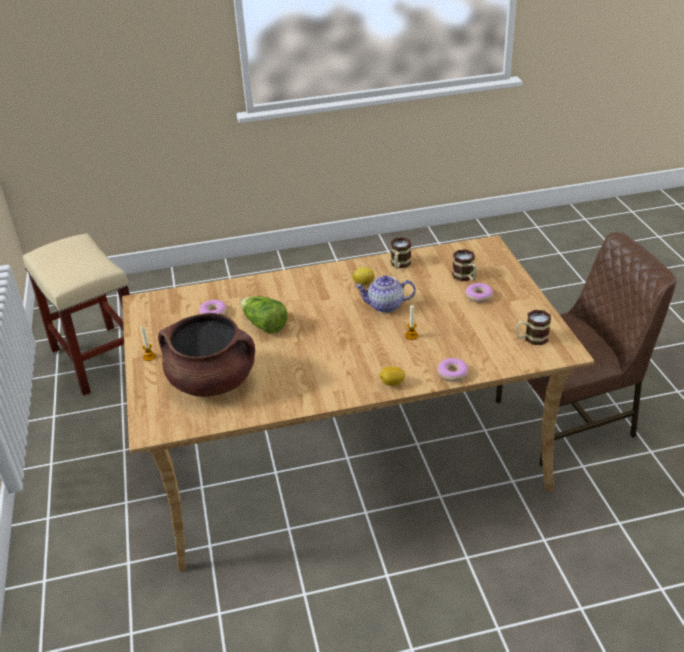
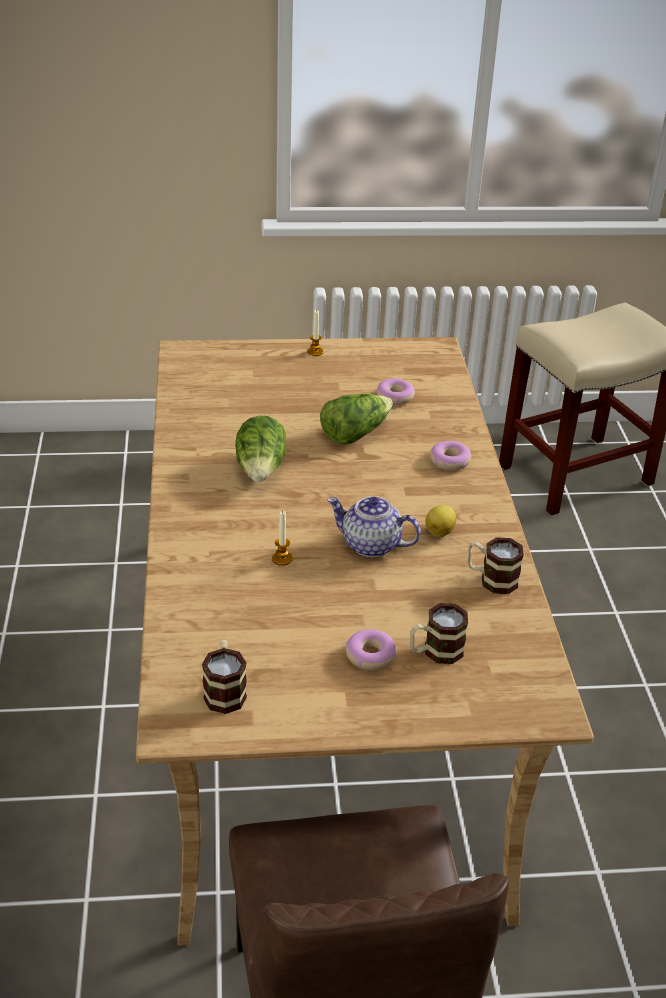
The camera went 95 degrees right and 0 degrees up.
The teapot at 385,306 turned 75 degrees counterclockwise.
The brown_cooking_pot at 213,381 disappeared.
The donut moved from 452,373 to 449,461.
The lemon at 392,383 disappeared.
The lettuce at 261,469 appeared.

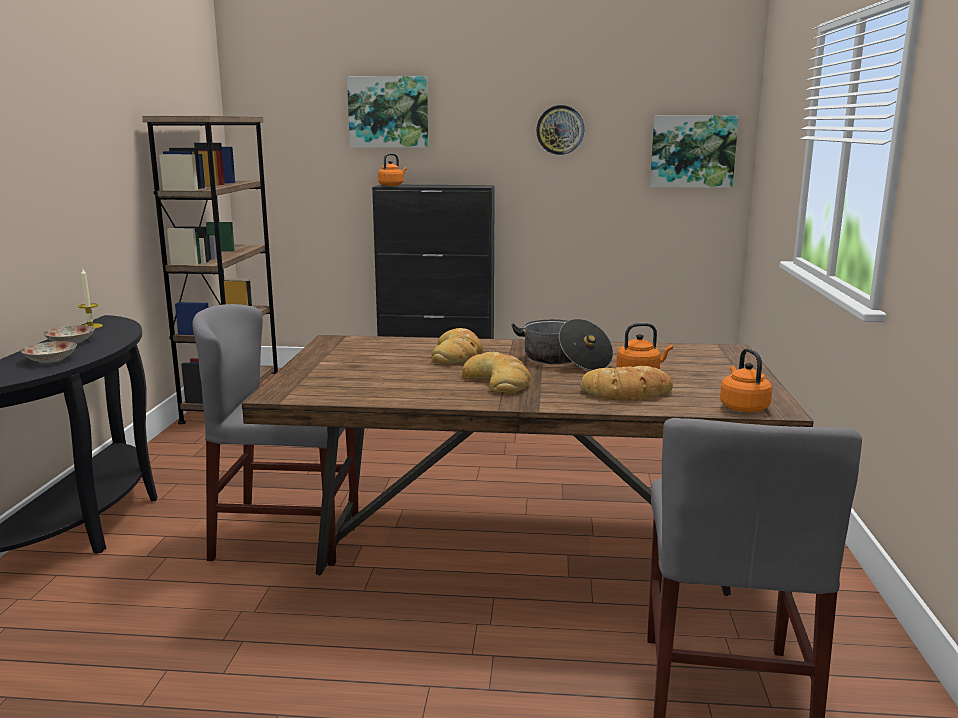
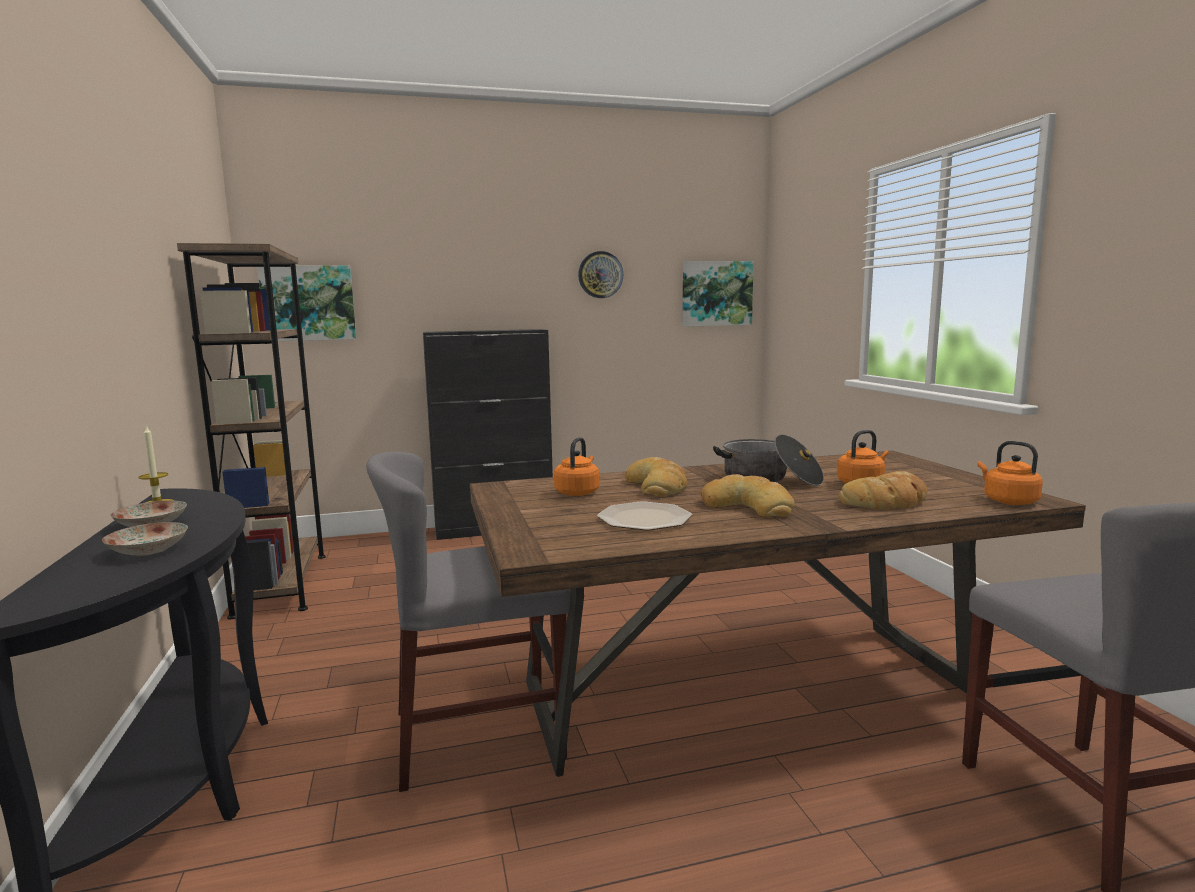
The camera went 20 degrees left and 5 degrees down.
The picture moved from 388,112 to 308,303.
The orange_kettle moved from 392,185 to 578,492.
The plate at 644,518 appeared.

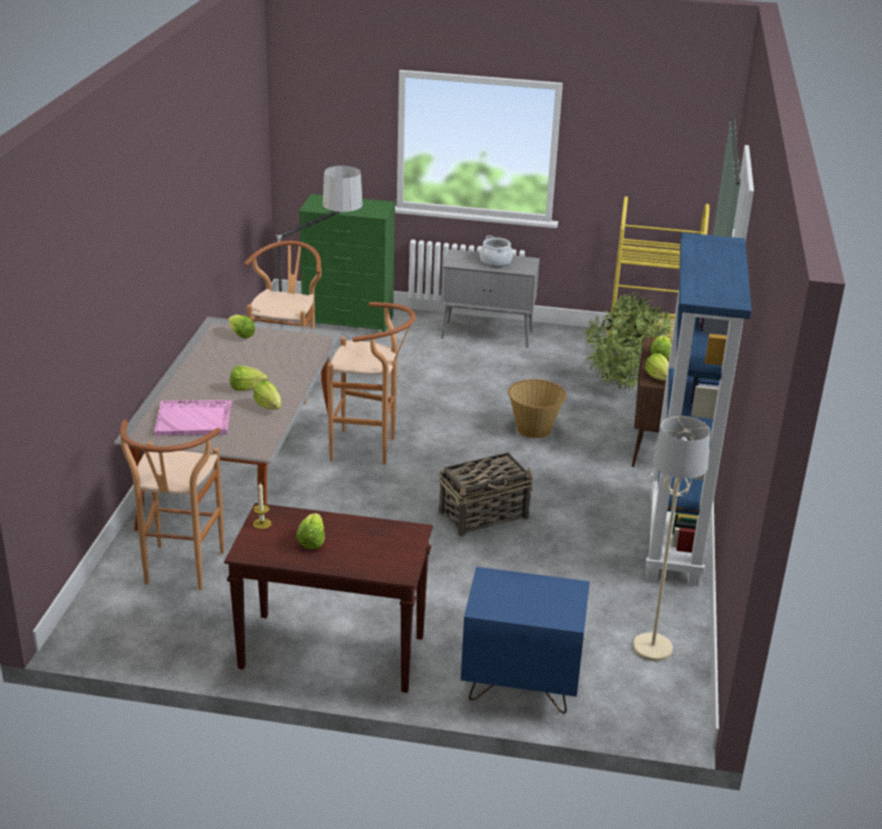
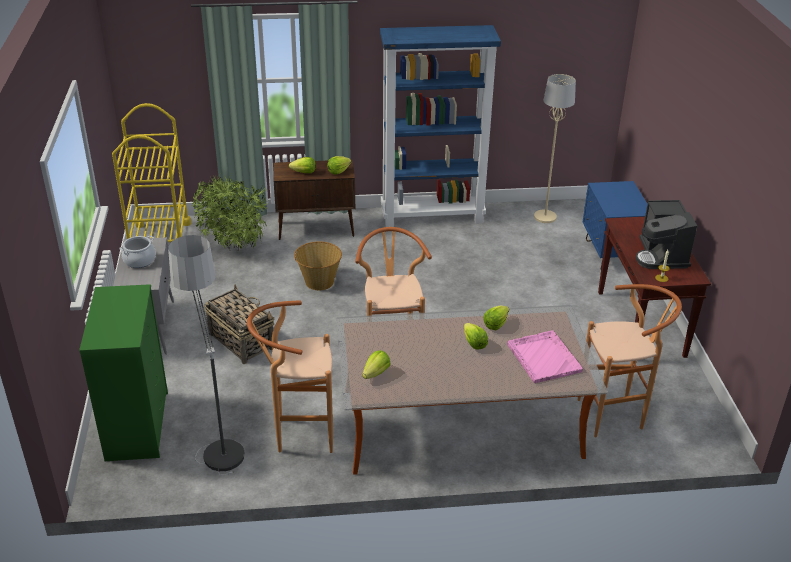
The camera went 105 degrees left and 5 degrees up.
The basket moved from 484,514 to 241,341.
The lettuce at 312,541 was replaced by the coffee_machine at 661,255.

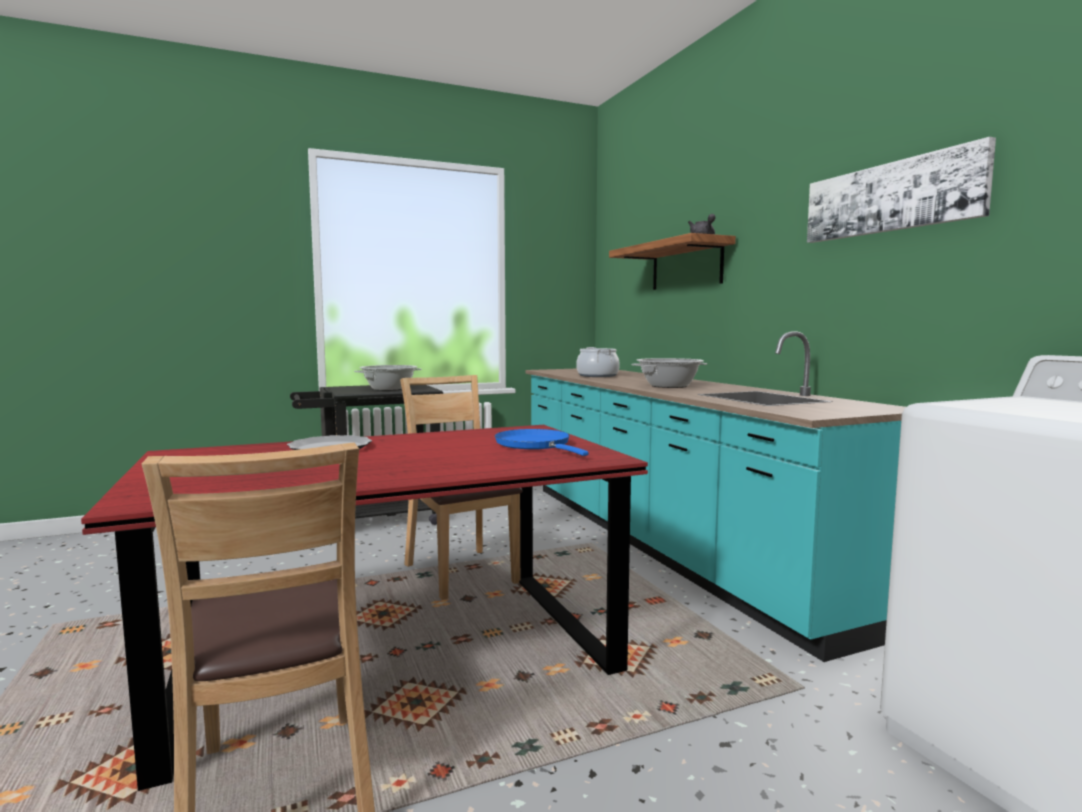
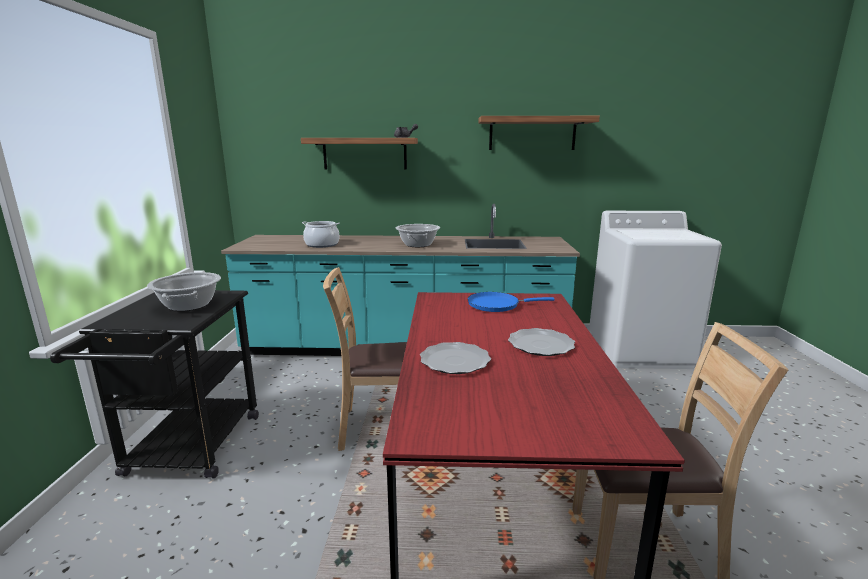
The camera went 65 degrees left and 10 degrees up.
The picture at 891,198 was replaced by the shelf at 532,134.
The plate at 540,344 appeared.

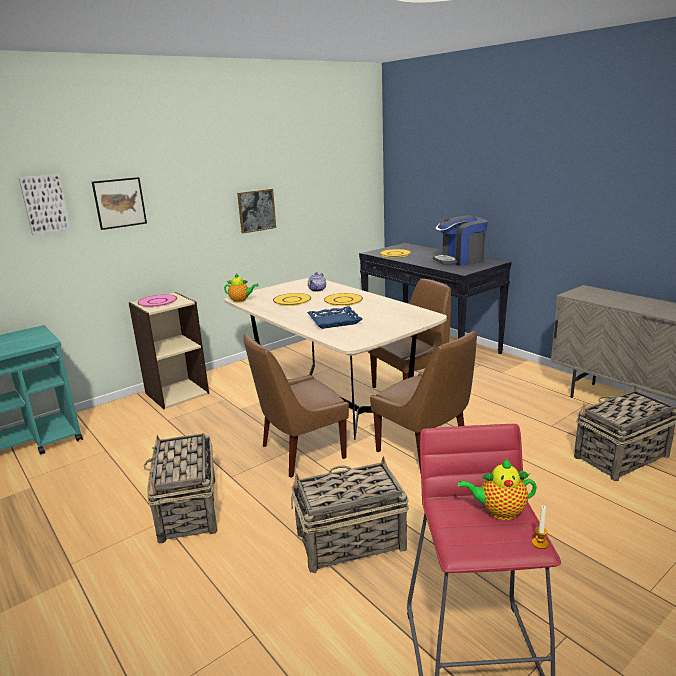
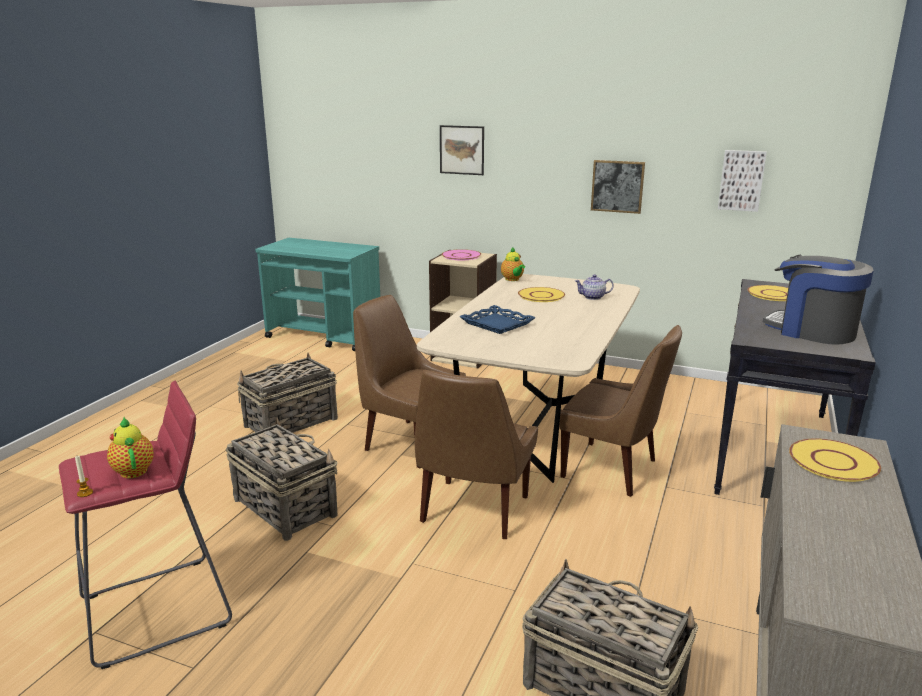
The camera went 60 degrees right and 0 degrees up.
The picture moved from 44,204 to 741,180.
The yellow_plate moved from 343,300 to 834,462.

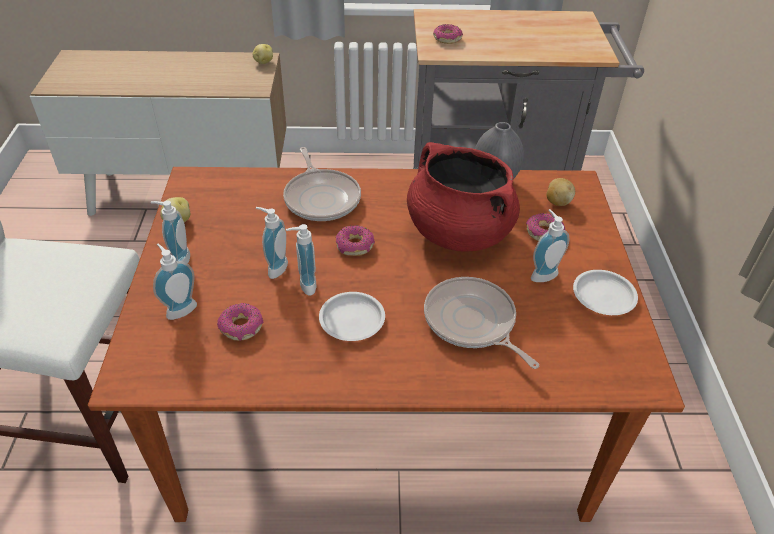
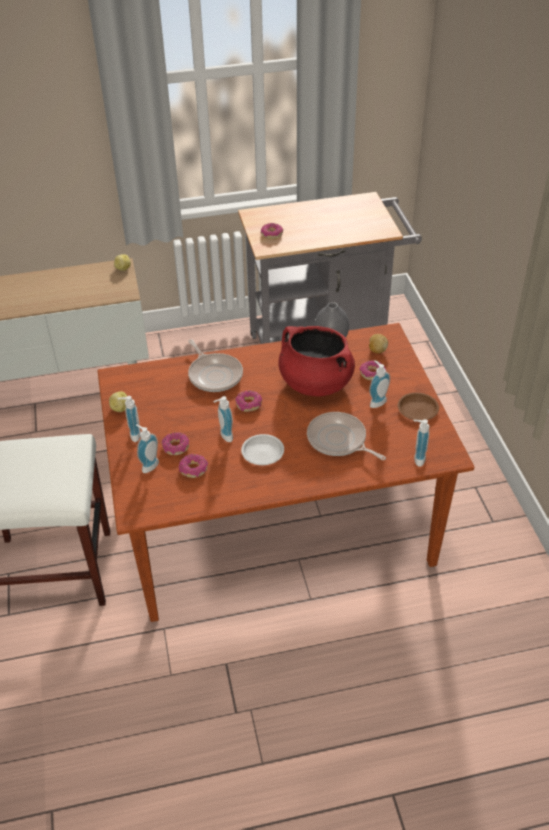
The camera went 10 degrees left and 0 degrees up.
The soap_dispenser moved from 274,267 to 417,458.
The white_plate at 603,295 became the brown_plate at 417,409.
The donut at 175,447 appeared.

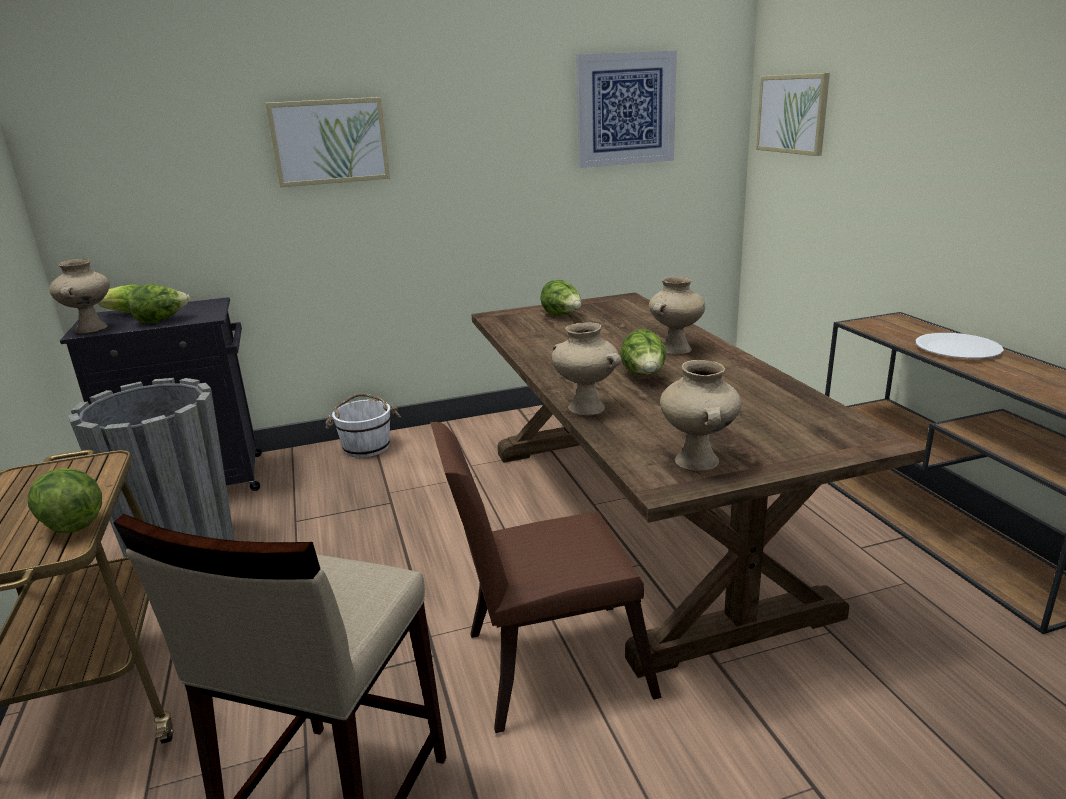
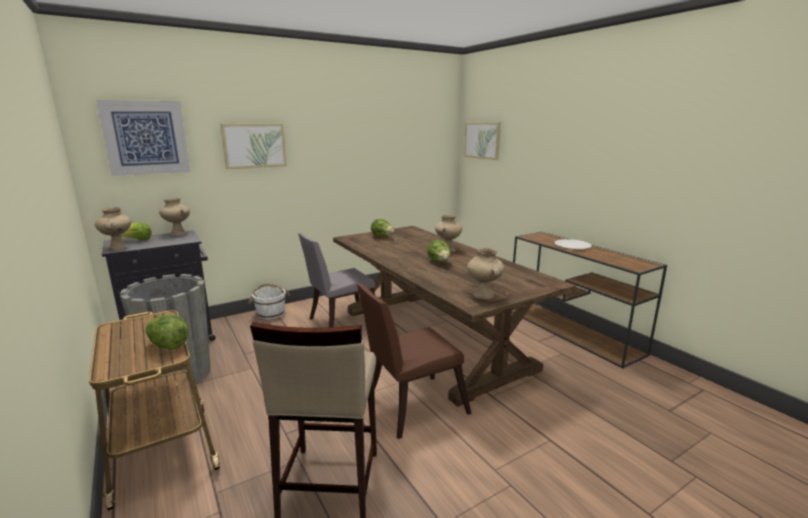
The camera went 15 degrees left and 5 degrees down.
The picture moved from 626,109 to 146,138.
The lettuce at 161,321 disappeared.
The beige_vase moved from 585,408 to 177,234.
The grey_chair at 340,322 appeared.

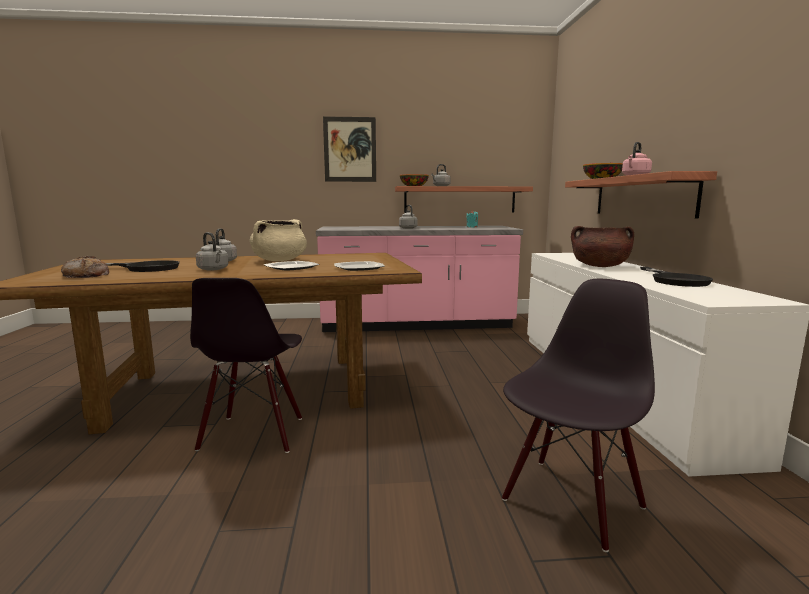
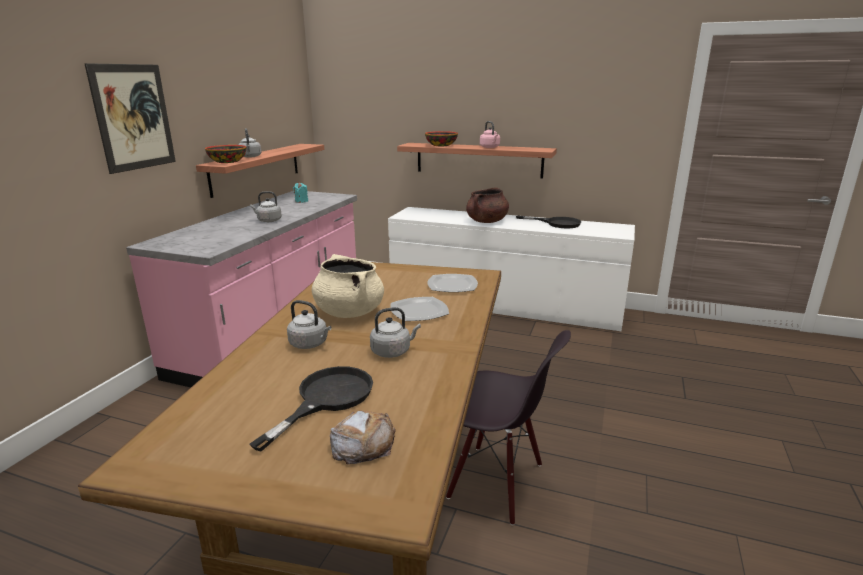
The camera went 65 degrees left and 10 degrees up.
The black_chair at 571,501 disappeared.

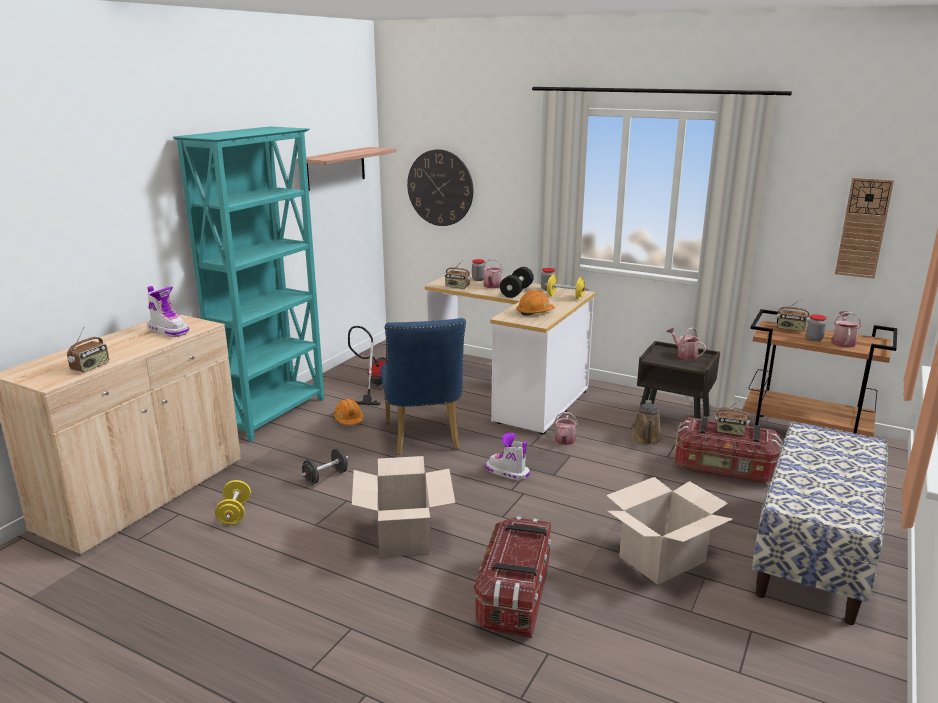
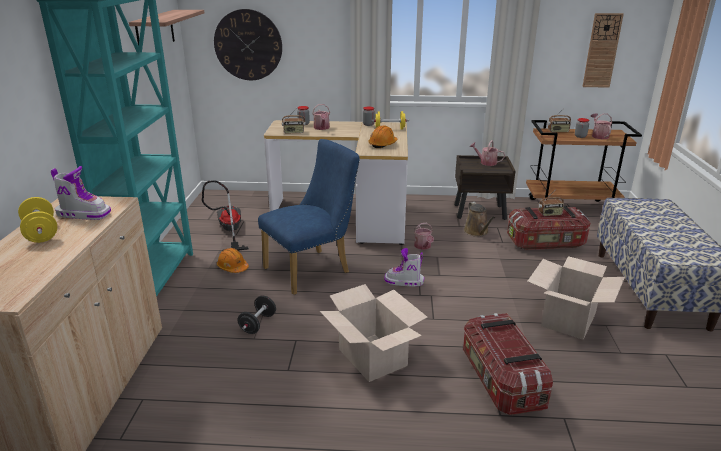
The camera went 25 degrees left and 5 degrees up.
The black_dumbbell at 516,292 disappeared.
The blue_chair at 423,439 turned 90 degrees counterclockwise.
The radio at 90,367 disappeared.
The yellow_dumbbell moved from 234,513 to 41,233.

